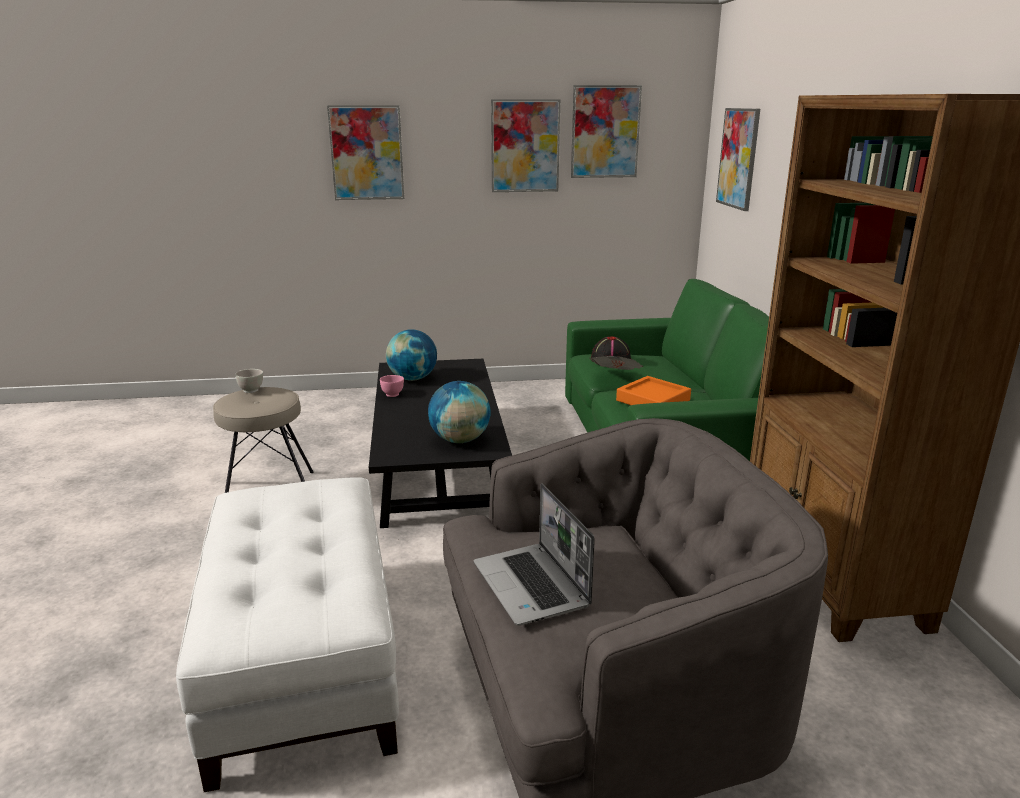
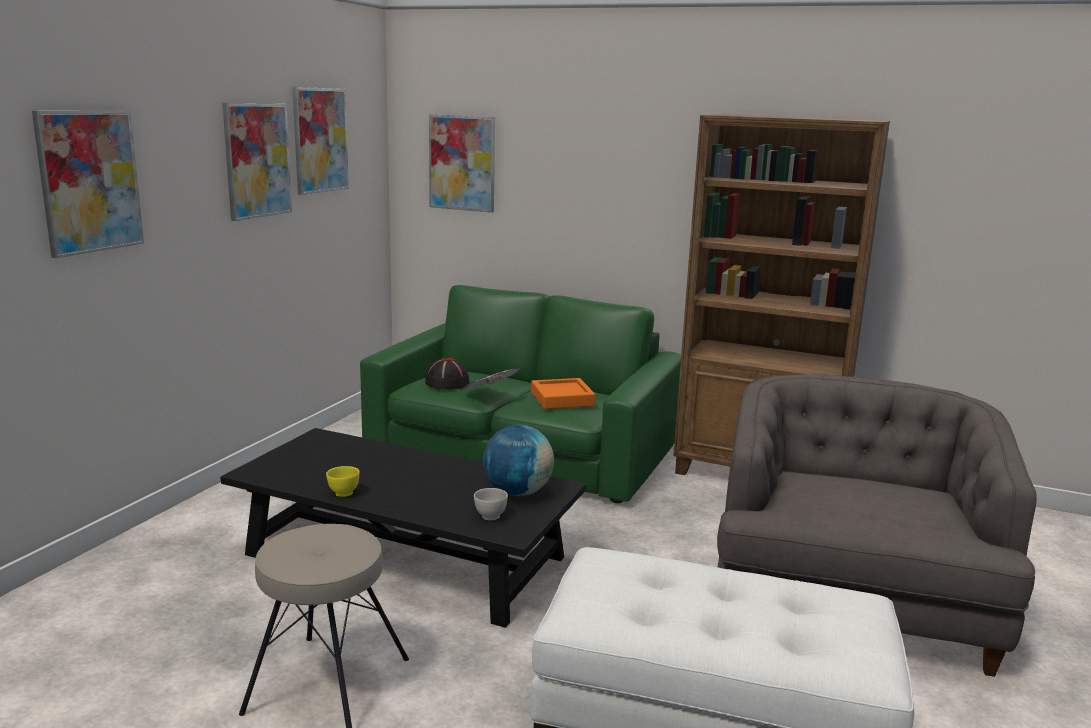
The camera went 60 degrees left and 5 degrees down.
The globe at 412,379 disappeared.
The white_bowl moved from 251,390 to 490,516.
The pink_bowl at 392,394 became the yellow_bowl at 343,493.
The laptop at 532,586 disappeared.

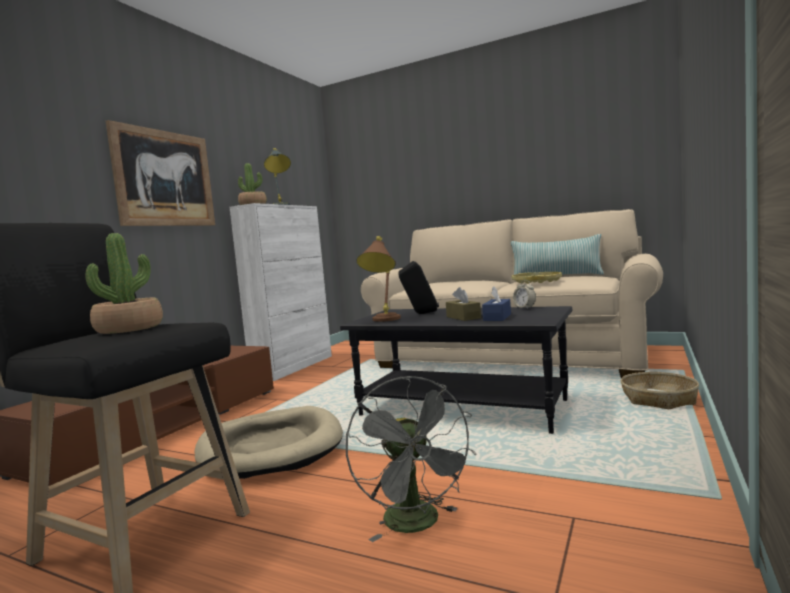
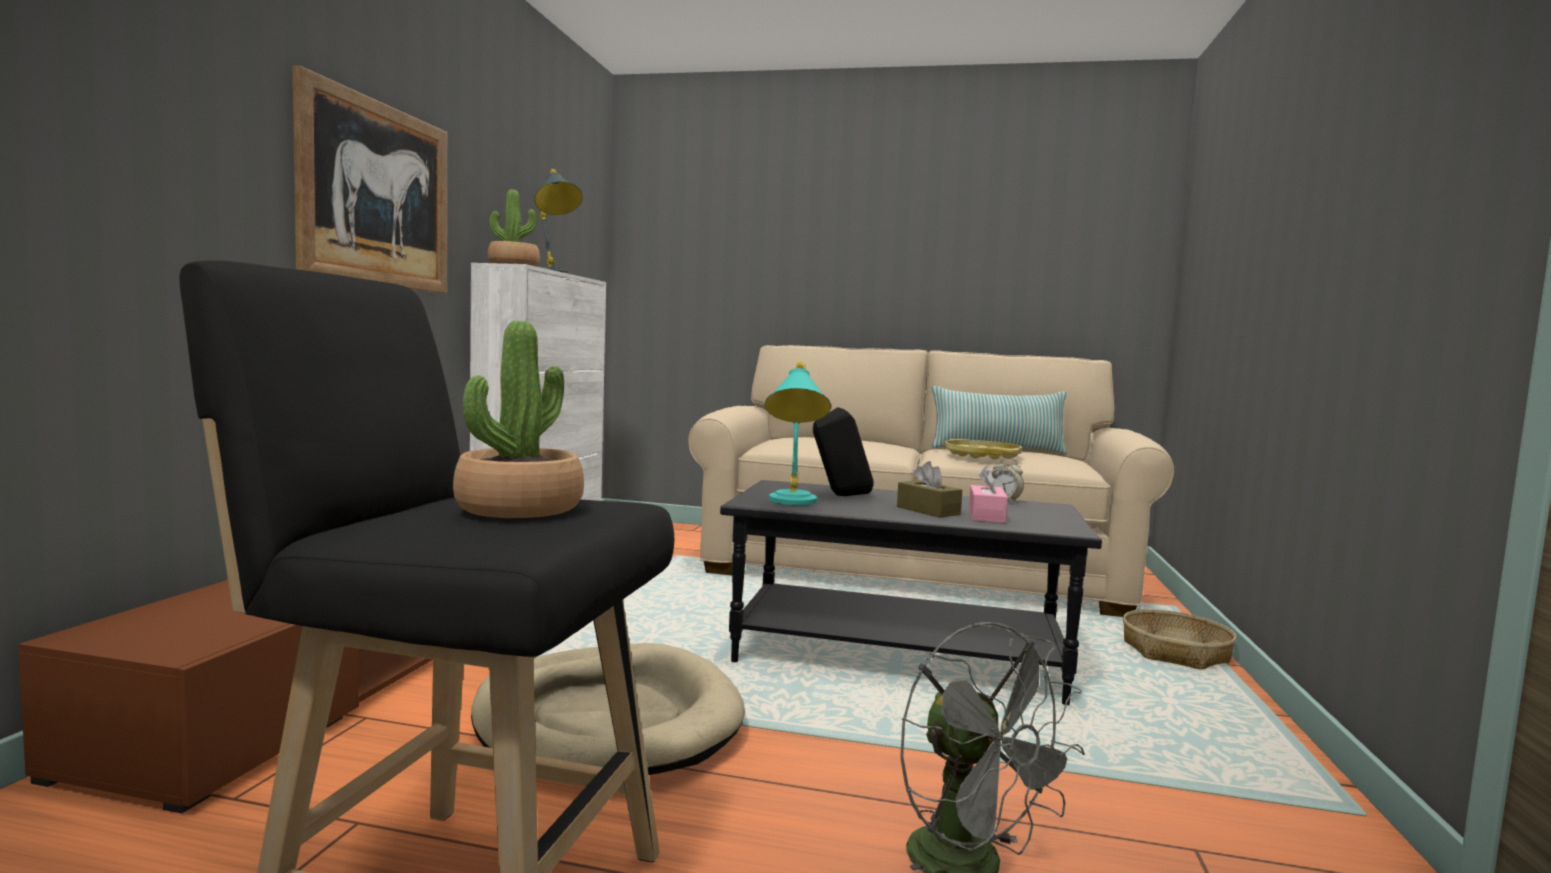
The camera went 15 degrees left and 0 degrees up.
The brown_table_lamp at 383,321 became the turquoise_table_lamp at 792,504.
The blue_tissue_box at 497,317 became the pink_tissue_box at 986,516.

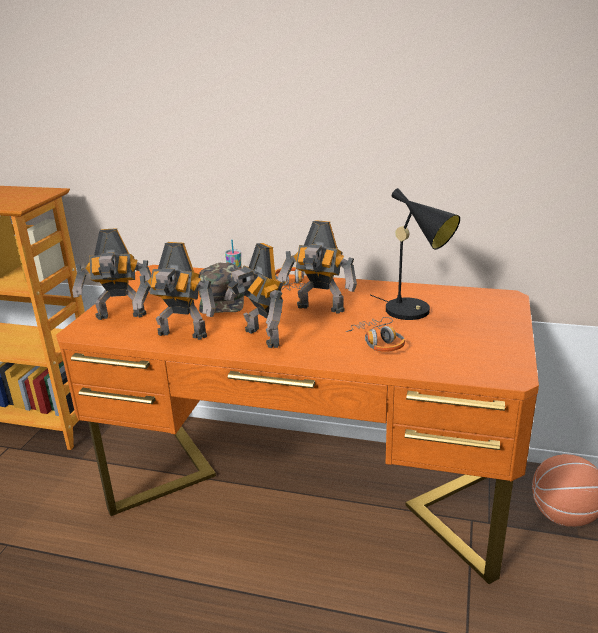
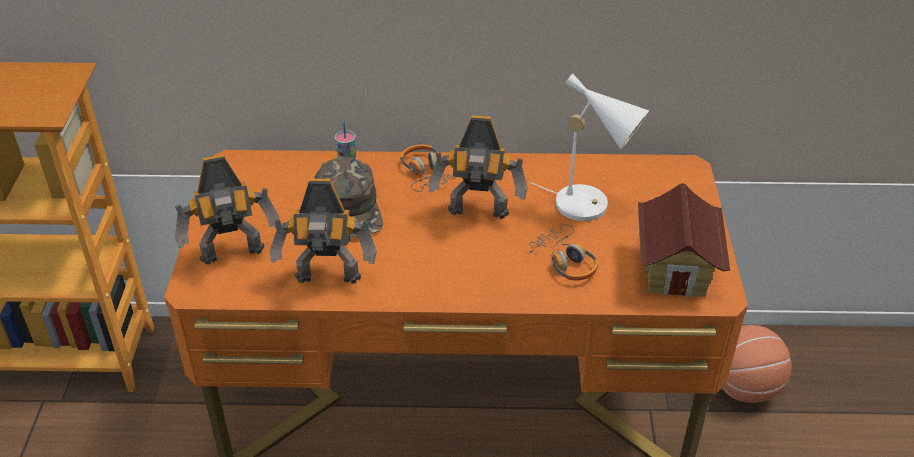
The camera went 15 degrees left and 15 degrees up.
The black_table_lamp at 414,312 became the white_table_lamp at 590,206.
The toy_robot at 260,338 disappeared.
The toy_house at 675,271 appeared.

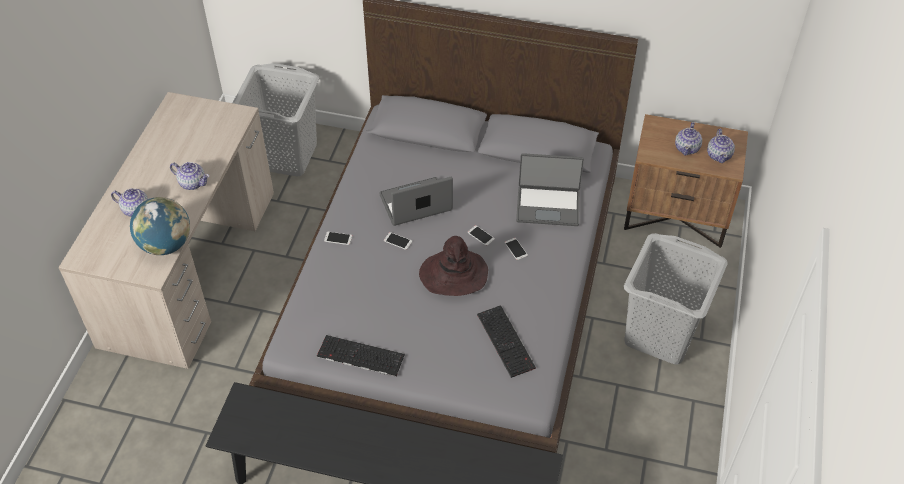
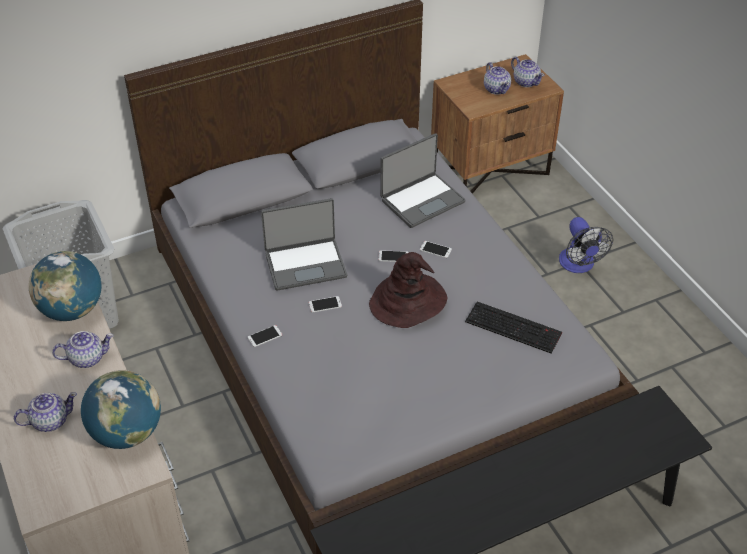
The camera went 40 degrees left and 5 degrees down.
The laptop at 416,204 turned 135 degrees counterclockwise.
The grey_laundry_basket at 661,334 was replaced by the fan at 579,265.
The keyboard at 359,356 disappeared.
The globe at 72,310 appeared.

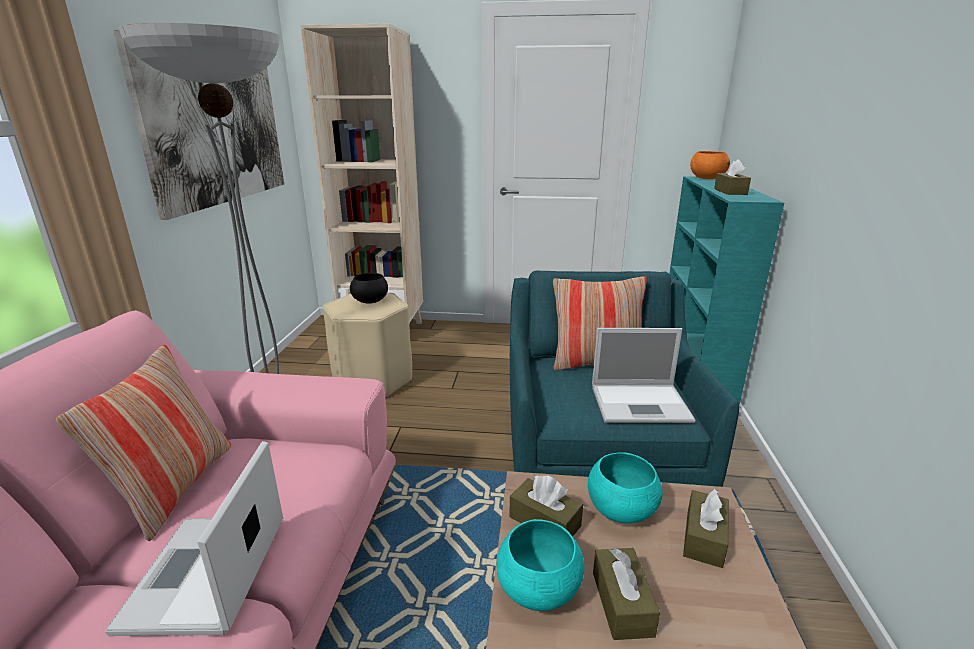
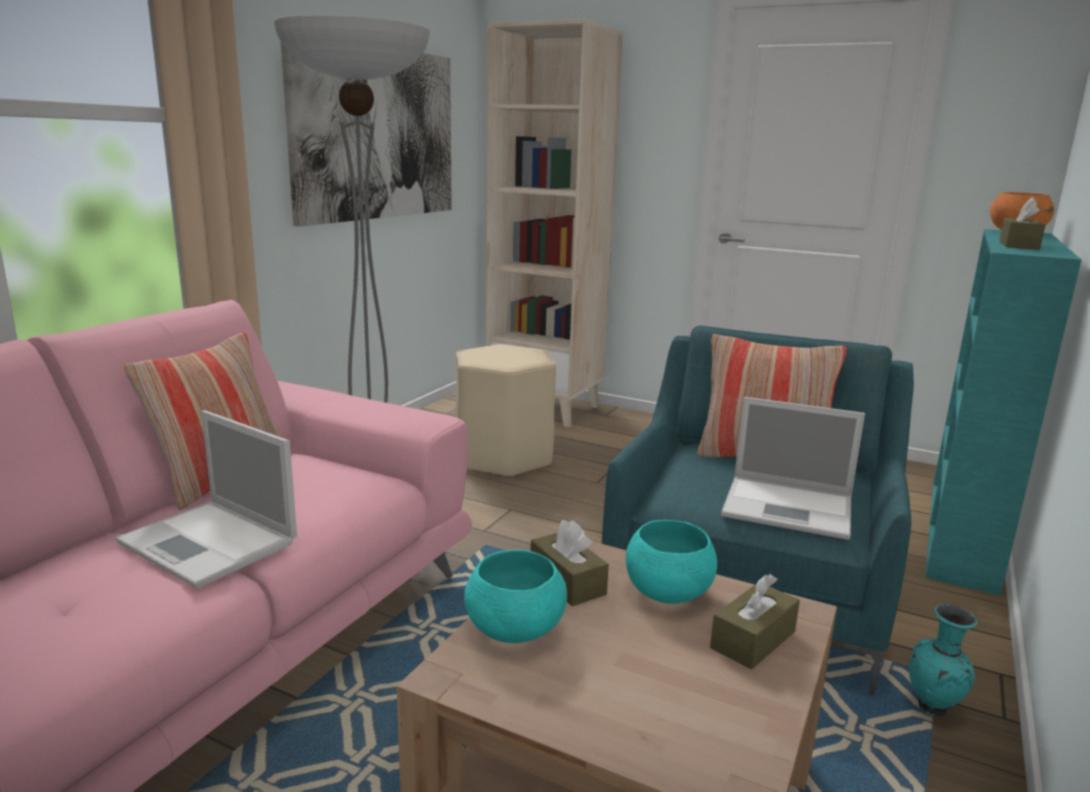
The camera went 20 degrees right and 5 degrees down.
The black_bowl at 370,301 disappeared.
The laptop at 205,575 turned 75 degrees counterclockwise.
The brown_tissue_box at 622,603 disappeared.
The turquoise_vase at 934,709 appeared.

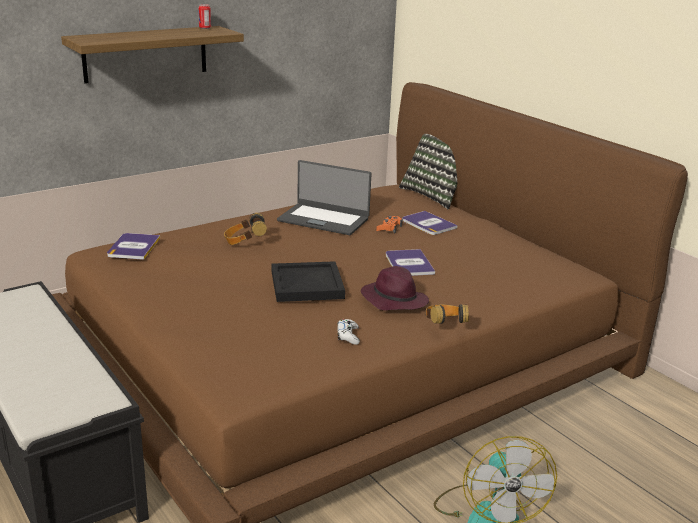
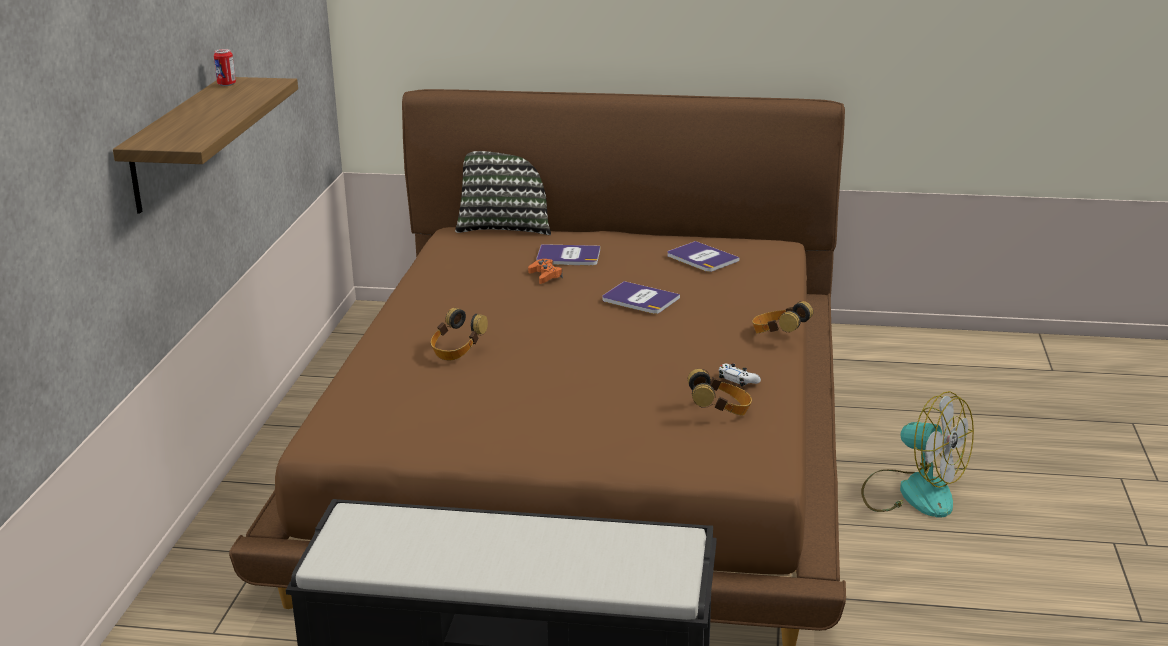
The camera went 45 degrees left and 0 degrees up.
The laptop at 324,219 disappeared.
The book moved from 133,247 to 702,258.
The black_tray at 306,285 disappeared.
The purple_hat at 393,300 disappeared.
The headphones at 720,411 appeared.

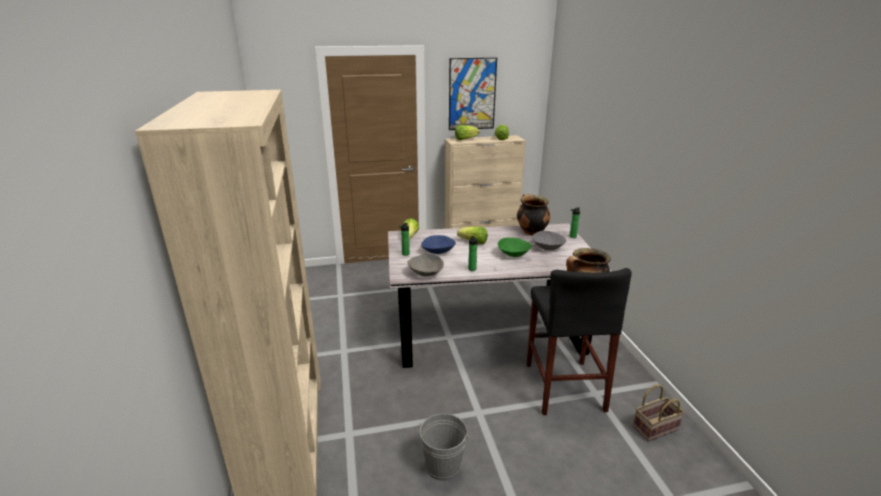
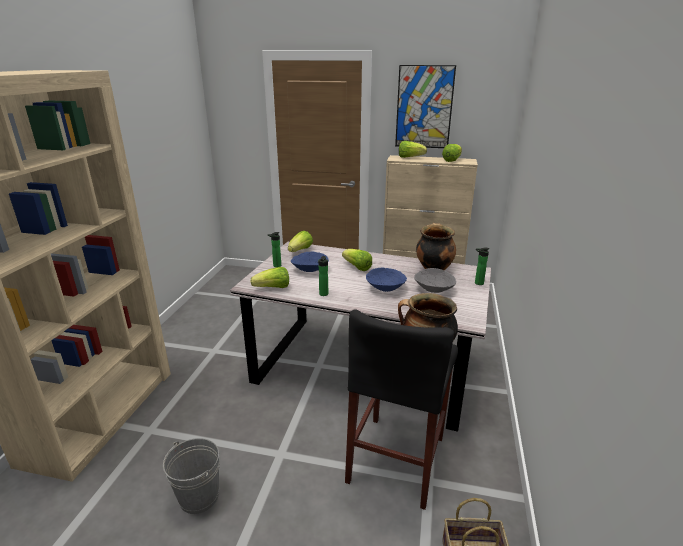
The camera went 25 degrees right and 0 degrees up.
The green_bowl at 514,254 became the blue_bowl at 386,288.
The grey_bowl at 426,273 was replaced by the lettuce at 273,288.

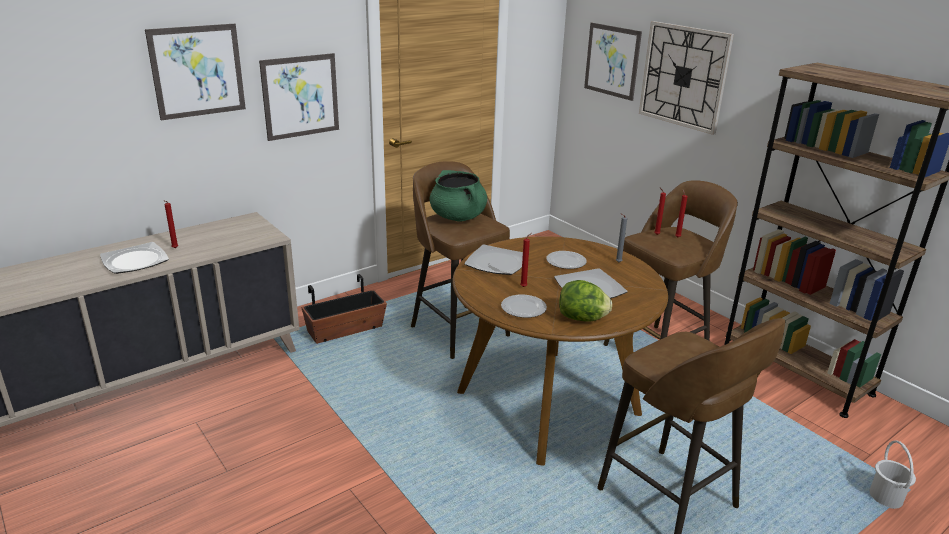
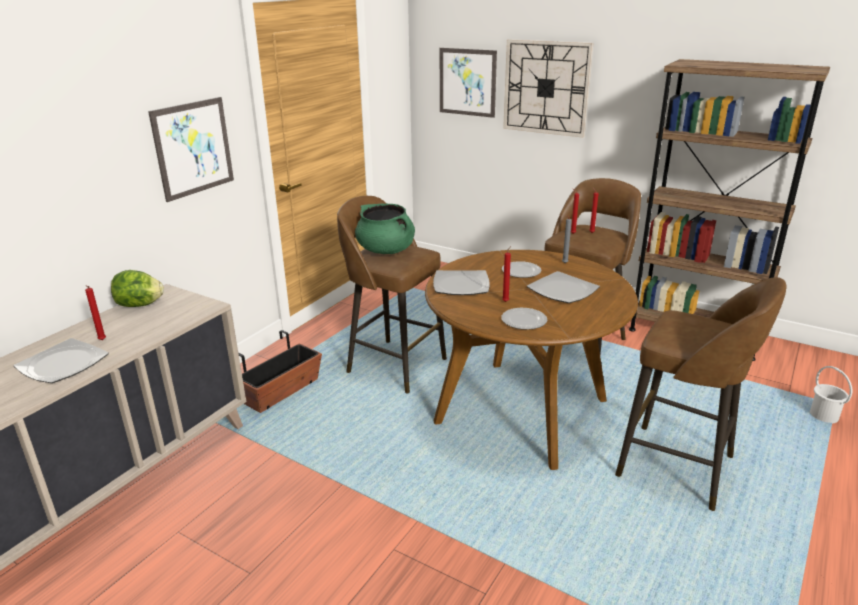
The camera went 20 degrees left and 0 degrees up.
The picture at 197,71 disappeared.
The lettuce moved from 582,319 to 139,305.

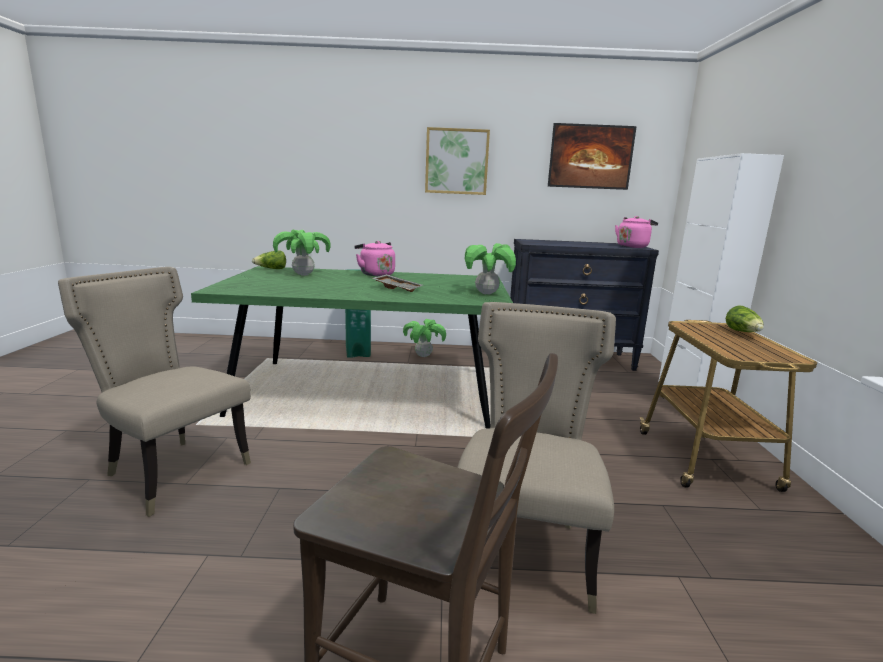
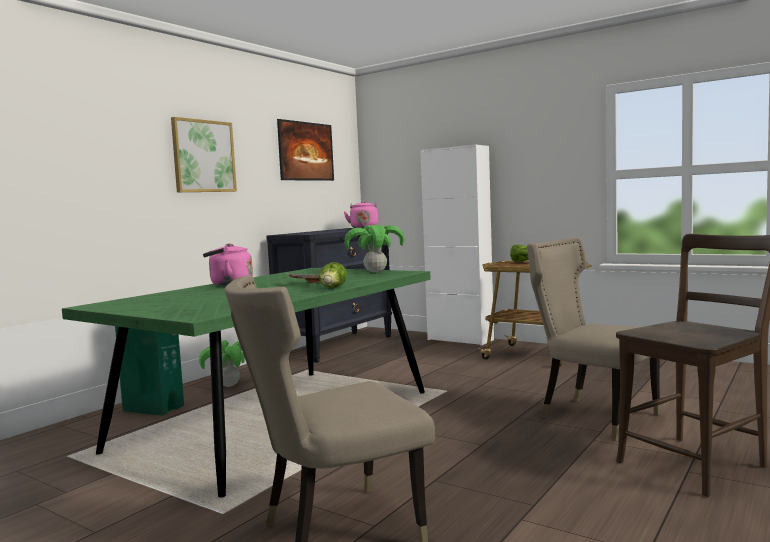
The camera went 55 degrees left and 10 degrees down.
The potted_plant at 303,274 disappeared.
The lettuce moved from 271,269 to 333,288.

